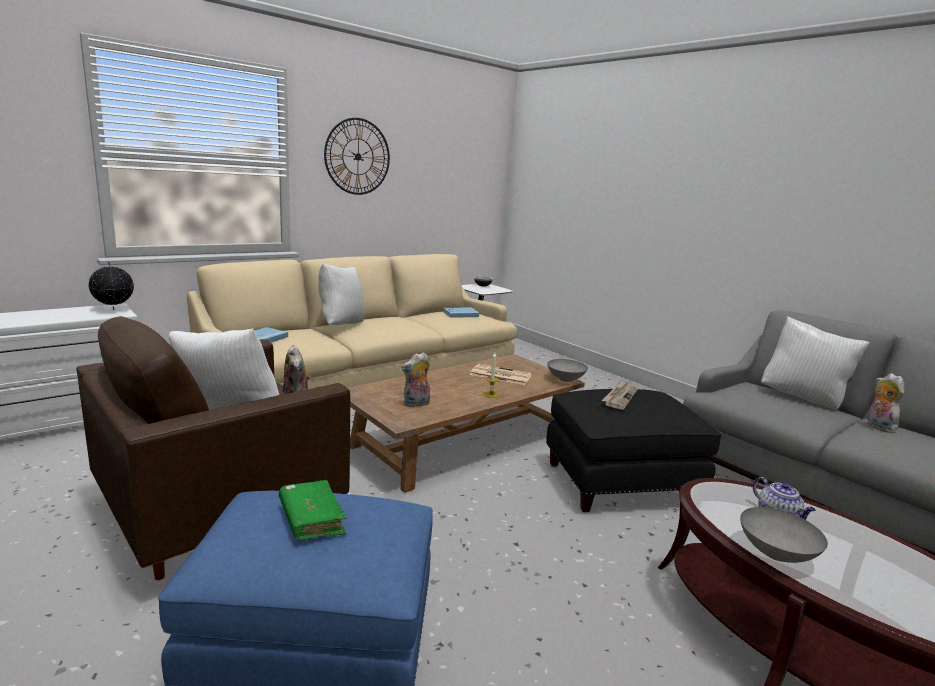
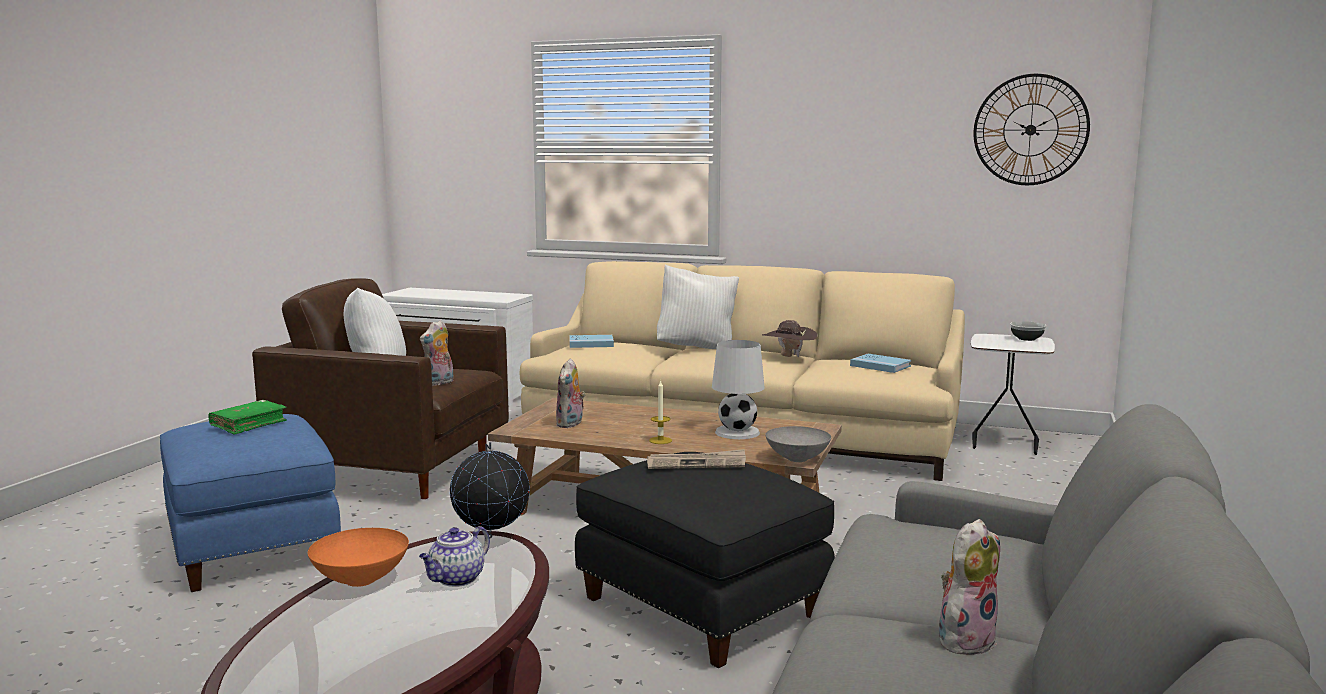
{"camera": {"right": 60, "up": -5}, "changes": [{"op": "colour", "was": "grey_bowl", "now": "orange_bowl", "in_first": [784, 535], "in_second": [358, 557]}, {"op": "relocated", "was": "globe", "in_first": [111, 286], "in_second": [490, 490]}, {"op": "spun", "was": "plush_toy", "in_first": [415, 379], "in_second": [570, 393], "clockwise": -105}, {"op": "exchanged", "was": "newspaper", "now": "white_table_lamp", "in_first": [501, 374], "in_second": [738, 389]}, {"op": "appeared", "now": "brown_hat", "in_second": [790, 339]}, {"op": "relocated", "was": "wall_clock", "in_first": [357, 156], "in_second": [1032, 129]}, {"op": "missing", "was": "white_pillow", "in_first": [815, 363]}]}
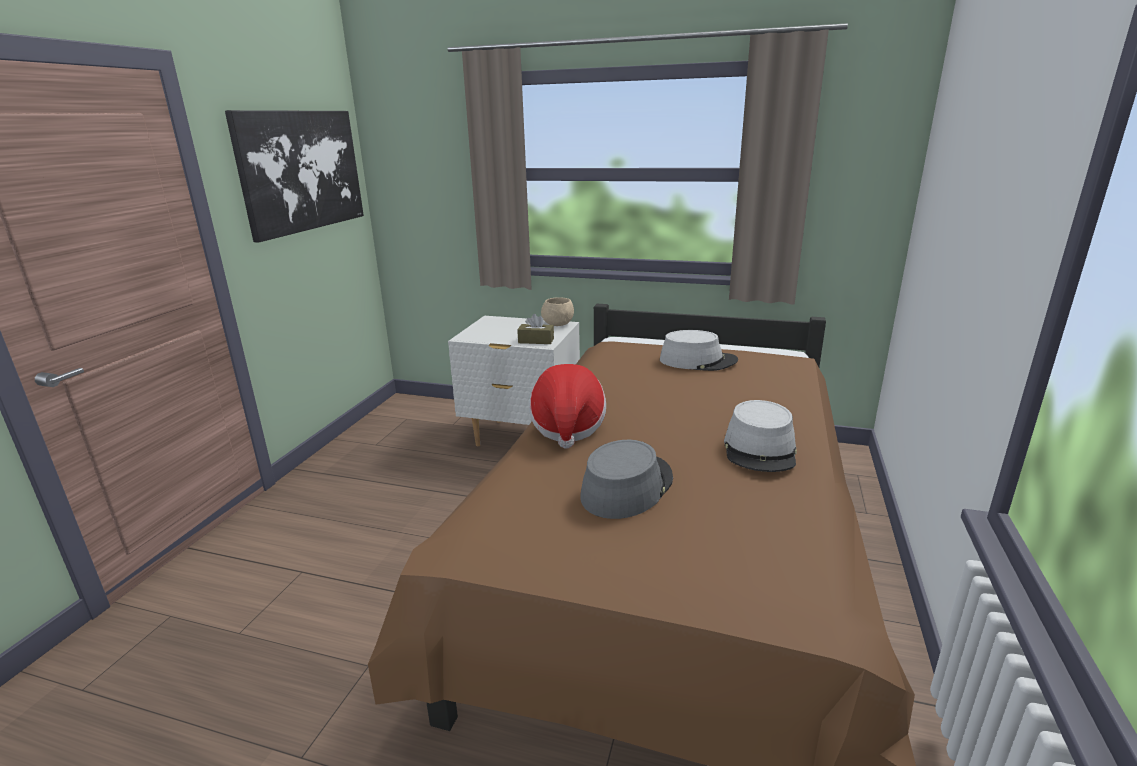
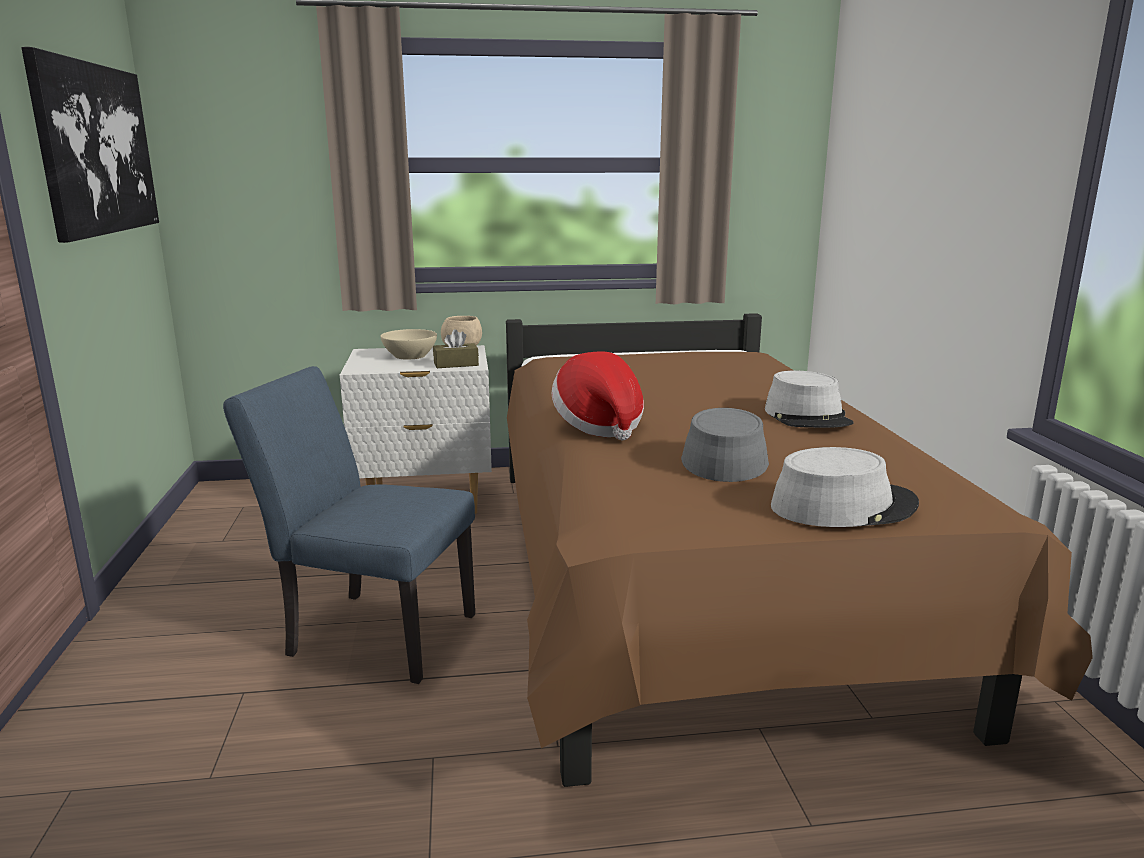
{"camera": {"right": -25, "up": -5}, "changes": [{"op": "appeared", "now": "blue_chair", "in_second": [349, 525]}, {"op": "appeared", "now": "beige_bowl", "in_second": [409, 344]}, {"op": "relocated", "was": "grey_hat", "in_first": [699, 350], "in_second": [845, 487]}]}
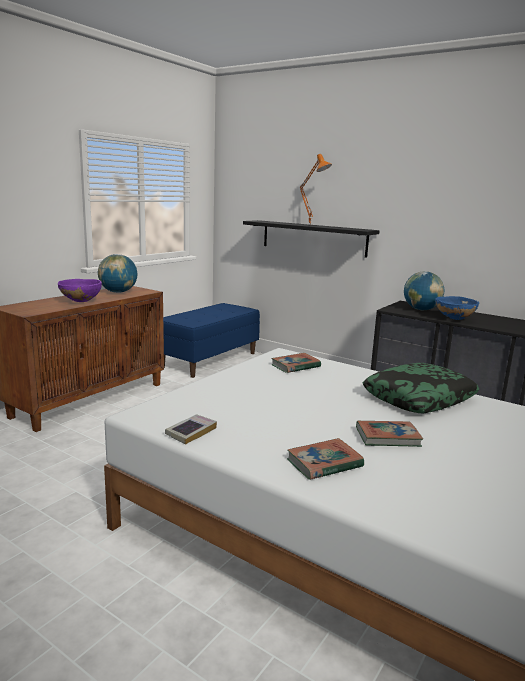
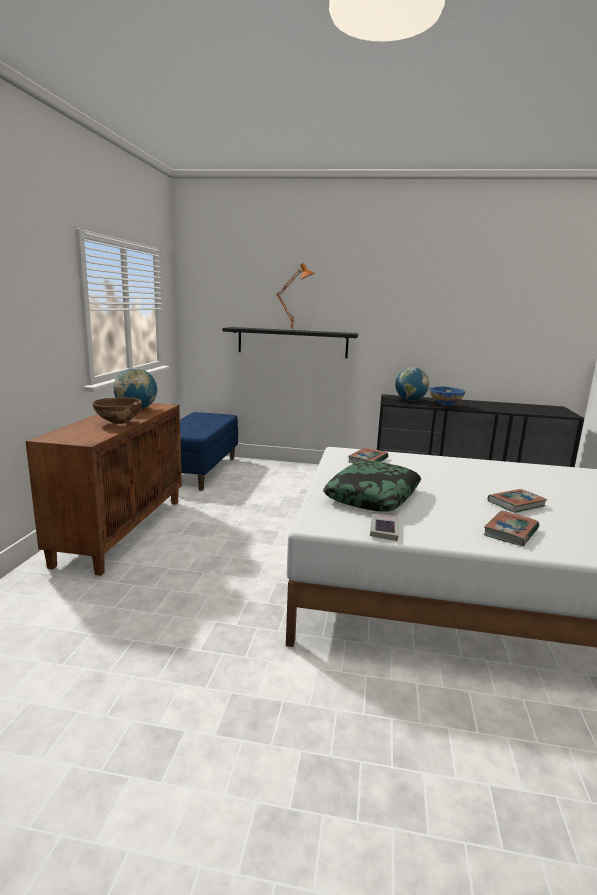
{"camera": {"right": -25, "up": 0}, "changes": [{"op": "colour", "was": "purple_bowl", "now": "brown_bowl", "in_first": [80, 290], "in_second": [117, 410]}, {"op": "relocated", "was": "pillow", "in_first": [421, 388], "in_second": [372, 486]}]}
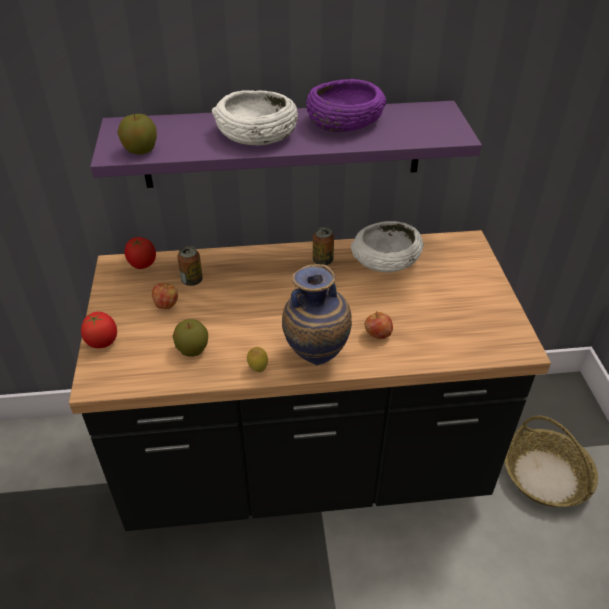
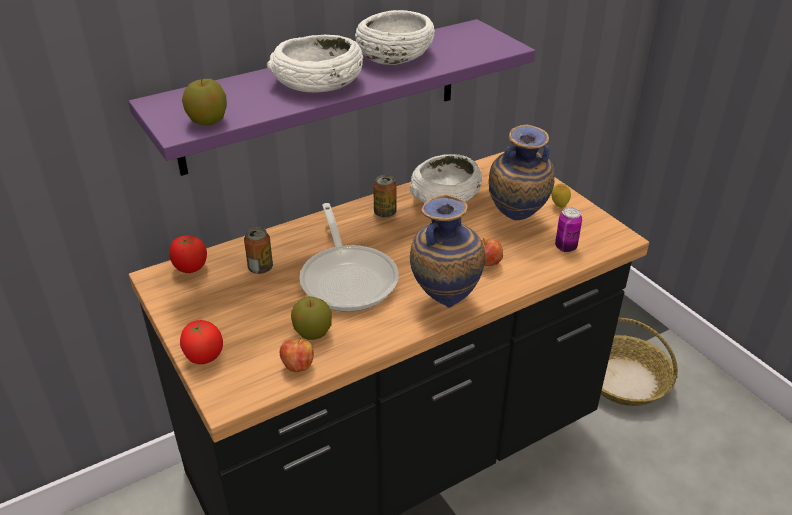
{"camera": {"right": -25, "up": -5}, "changes": [{"op": "relocated", "was": "apple", "in_first": [165, 296], "in_second": [297, 354]}, {"op": "appeared", "now": "frying_pan", "in_second": [349, 257]}, {"op": "colour", "was": "purple_bowl", "now": "white_bowl", "in_first": [346, 105], "in_second": [395, 37]}, {"op": "appeared", "now": "vase", "in_second": [521, 172]}, {"op": "relocated", "was": "lemon", "in_first": [257, 359], "in_second": [561, 196]}, {"op": "appeared", "now": "can", "in_second": [568, 229]}]}
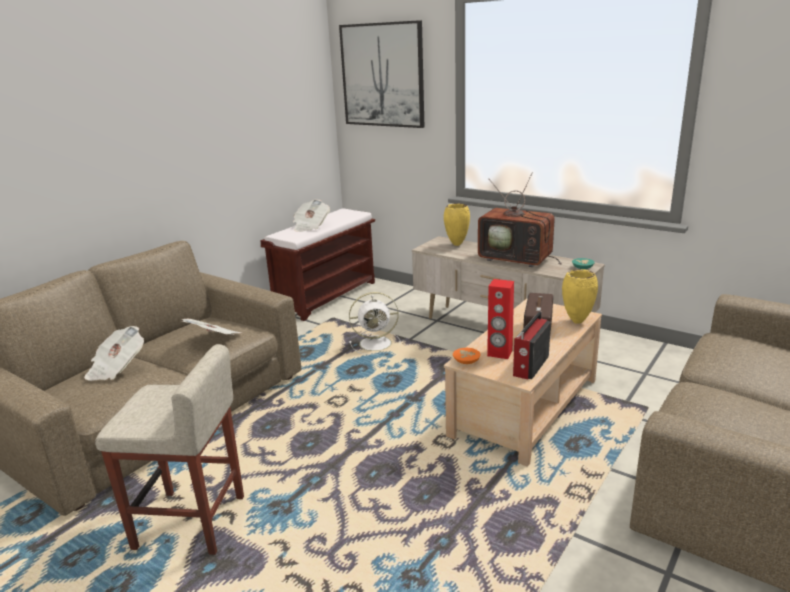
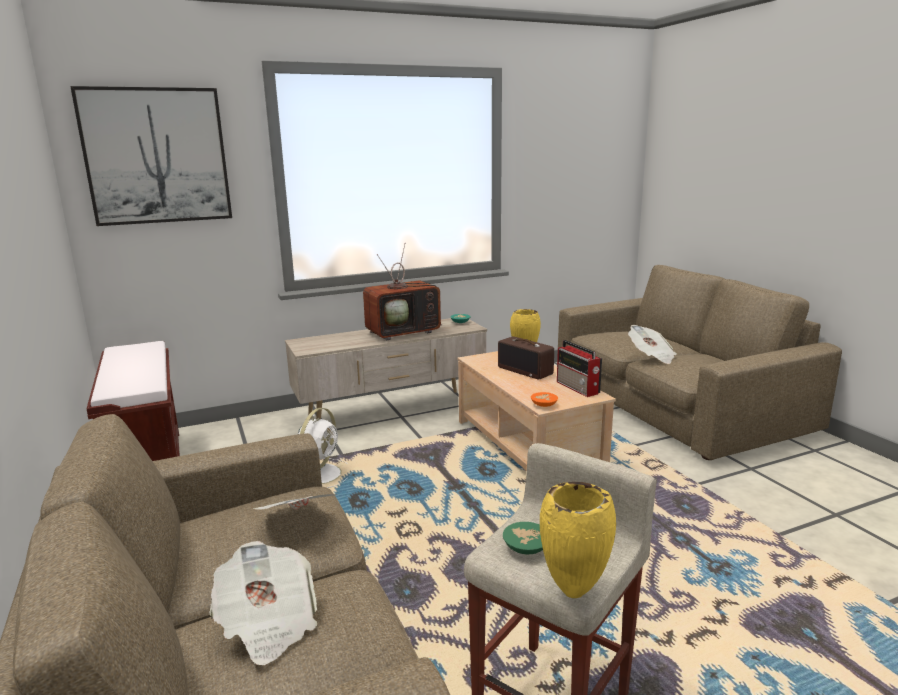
{"camera": {"right": -60, "up": -5}, "changes": [{"op": "appeared", "now": "green_bowl", "in_second": [523, 538]}, {"op": "relocated", "was": "yellow_vase", "in_first": [457, 224], "in_second": [578, 540]}, {"op": "relocated", "was": "newspaper", "in_first": [311, 215], "in_second": [652, 344]}, {"op": "missing", "was": "red_speaker", "in_first": [500, 319]}]}
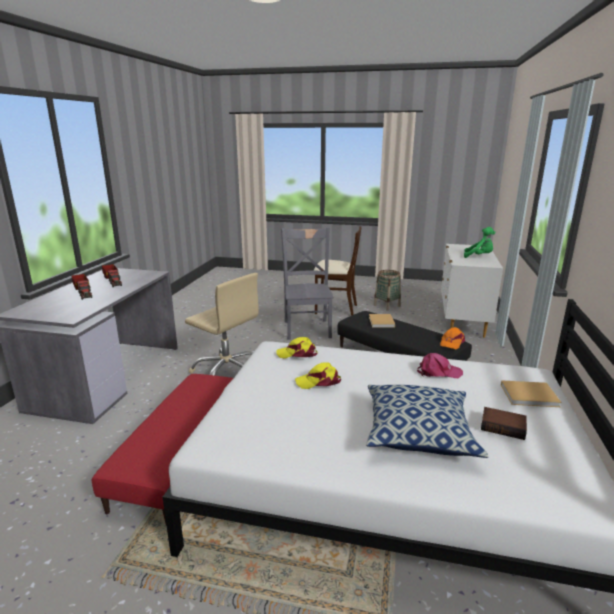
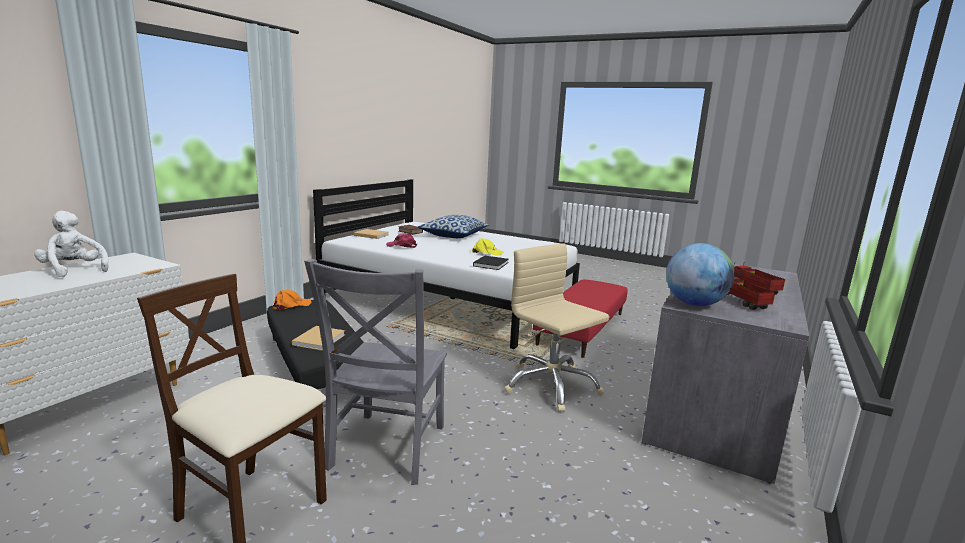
{"camera": {"right": -165, "up": -5}, "changes": [{"op": "colour", "was": "green_plush_toy", "now": "white_plush_toy", "in_first": [480, 242], "in_second": [71, 244]}, {"op": "exchanged", "was": "yellow_cap", "now": "black_book", "in_first": [297, 348], "in_second": [491, 263]}, {"op": "appeared", "now": "globe", "in_second": [700, 274]}, {"op": "missing", "was": "basket", "in_first": [387, 290]}]}
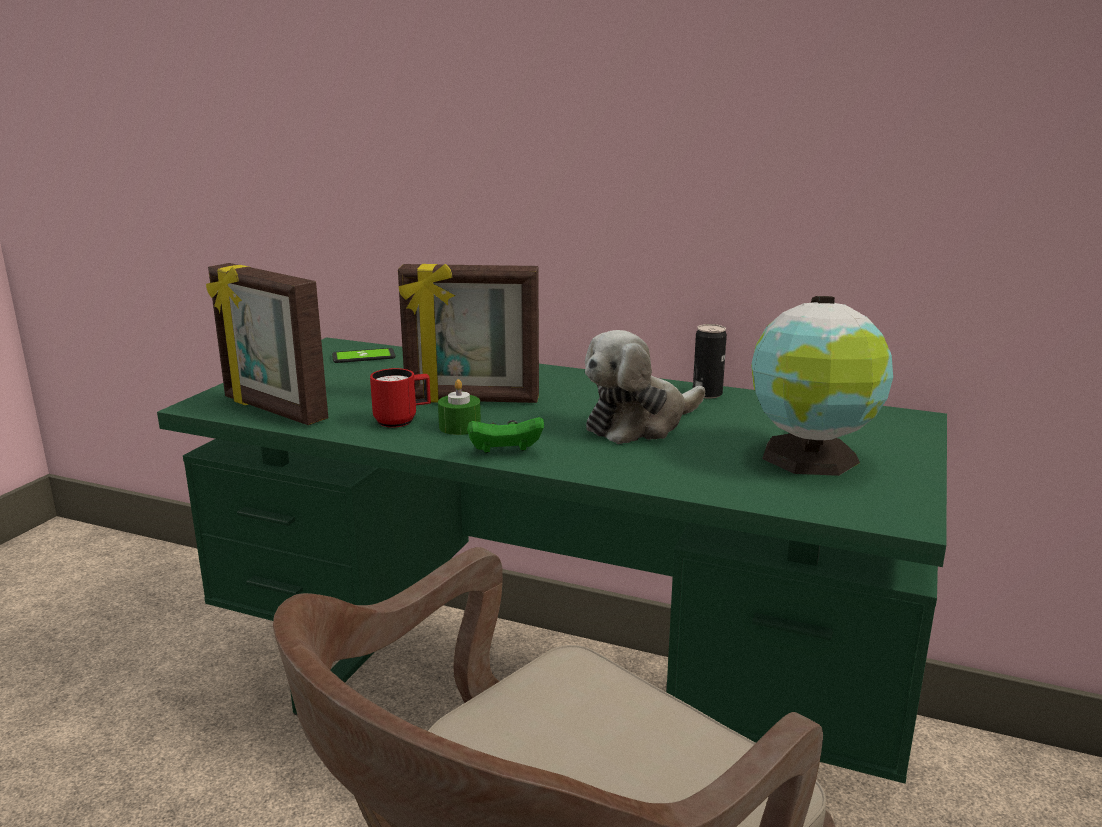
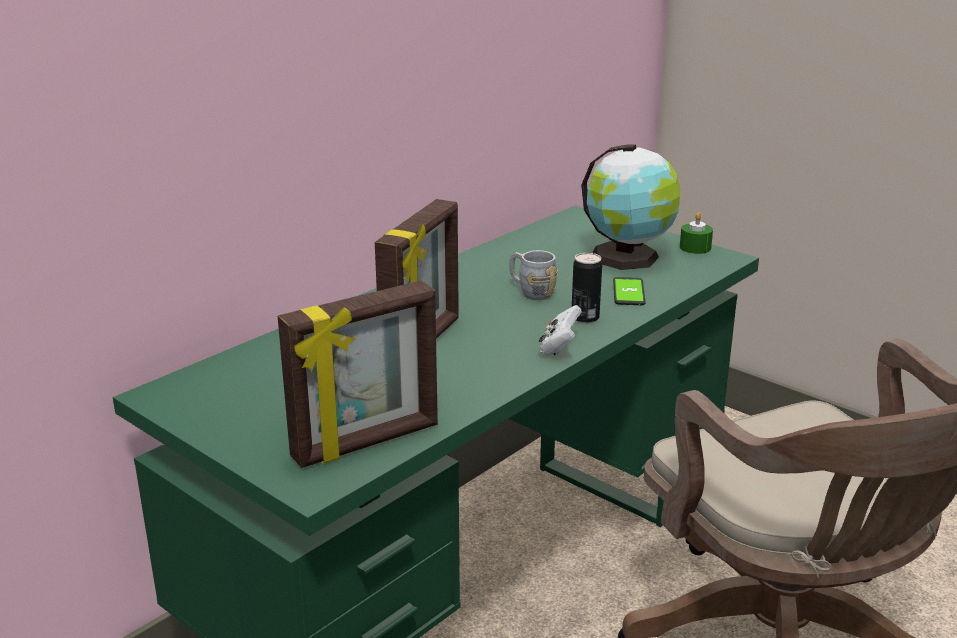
{"camera": {"right": -70, "up": 5}, "changes": [{"op": "exchanged", "was": "plush_toy", "now": "grey_mug", "in_first": [645, 387], "in_second": [533, 275]}, {"op": "colour", "was": "green_game_controller", "now": "white_game_controller", "in_first": [505, 435], "in_second": [560, 330]}, {"op": "relocated", "was": "can", "in_first": [710, 361], "in_second": [587, 288]}, {"op": "relocated", "was": "phone", "in_first": [364, 355], "in_second": [629, 291]}, {"op": "relocated", "was": "green_candle", "in_first": [459, 407], "in_second": [696, 233]}, {"op": "missing", "was": "red_mug", "in_first": [400, 398]}]}
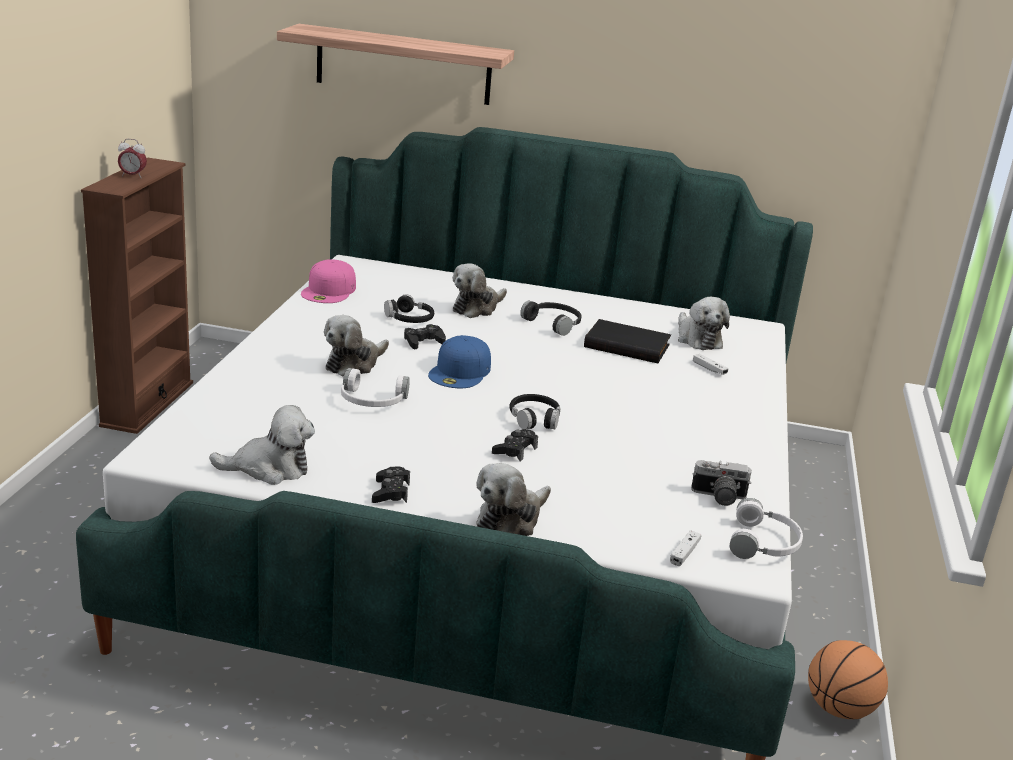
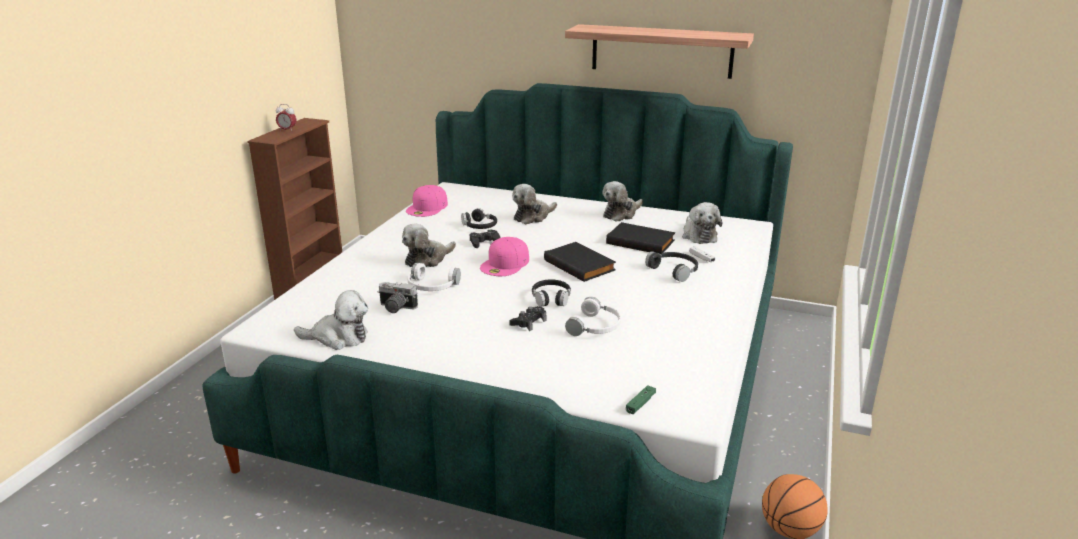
{"camera": {"right": 10, "up": 0}, "changes": [{"op": "relocated", "was": "photo_camera", "in_first": [721, 483], "in_second": [397, 297]}, {"op": "colour", "was": "blue_cap", "now": "pink_cap", "in_first": [459, 361], "in_second": [504, 256]}, {"op": "appeared", "now": "black_book", "in_second": [580, 262]}, {"op": "relocated", "was": "shelf", "in_first": [395, 64], "in_second": [659, 51]}, {"op": "relocated", "was": "white_headphones", "in_first": [766, 528], "in_second": [593, 316]}, {"op": "relocated", "was": "plush_toy", "in_first": [513, 499], "in_second": [622, 201]}, {"op": "colour", "was": "white_game_controller", "now": "green_game_controller", "in_first": [685, 548], "in_second": [641, 399]}, {"op": "relocated", "was": "black_headphones", "in_first": [550, 318], "in_second": [671, 266]}, {"op": "missing", "was": "black_game_controller", "in_first": [391, 484]}]}
